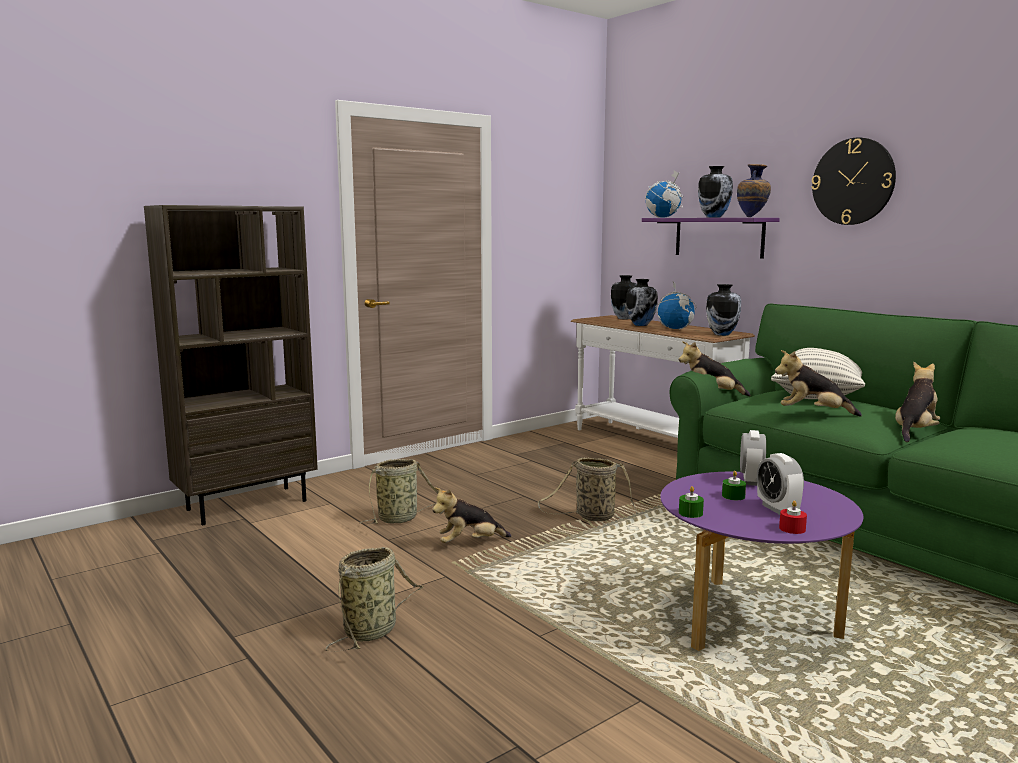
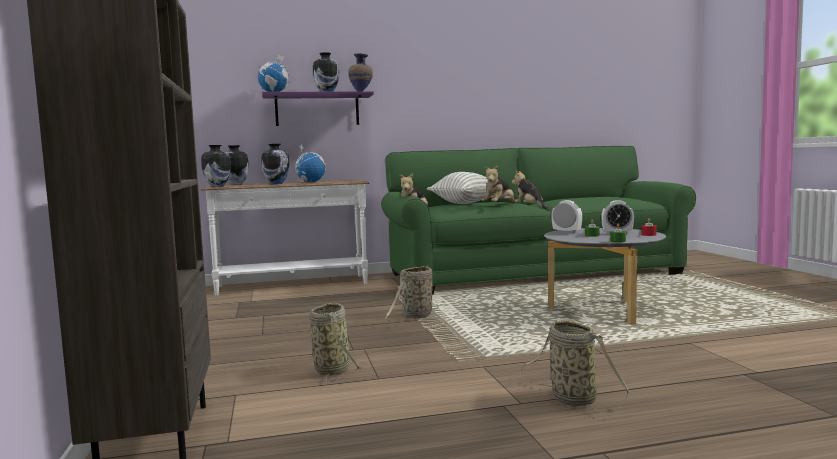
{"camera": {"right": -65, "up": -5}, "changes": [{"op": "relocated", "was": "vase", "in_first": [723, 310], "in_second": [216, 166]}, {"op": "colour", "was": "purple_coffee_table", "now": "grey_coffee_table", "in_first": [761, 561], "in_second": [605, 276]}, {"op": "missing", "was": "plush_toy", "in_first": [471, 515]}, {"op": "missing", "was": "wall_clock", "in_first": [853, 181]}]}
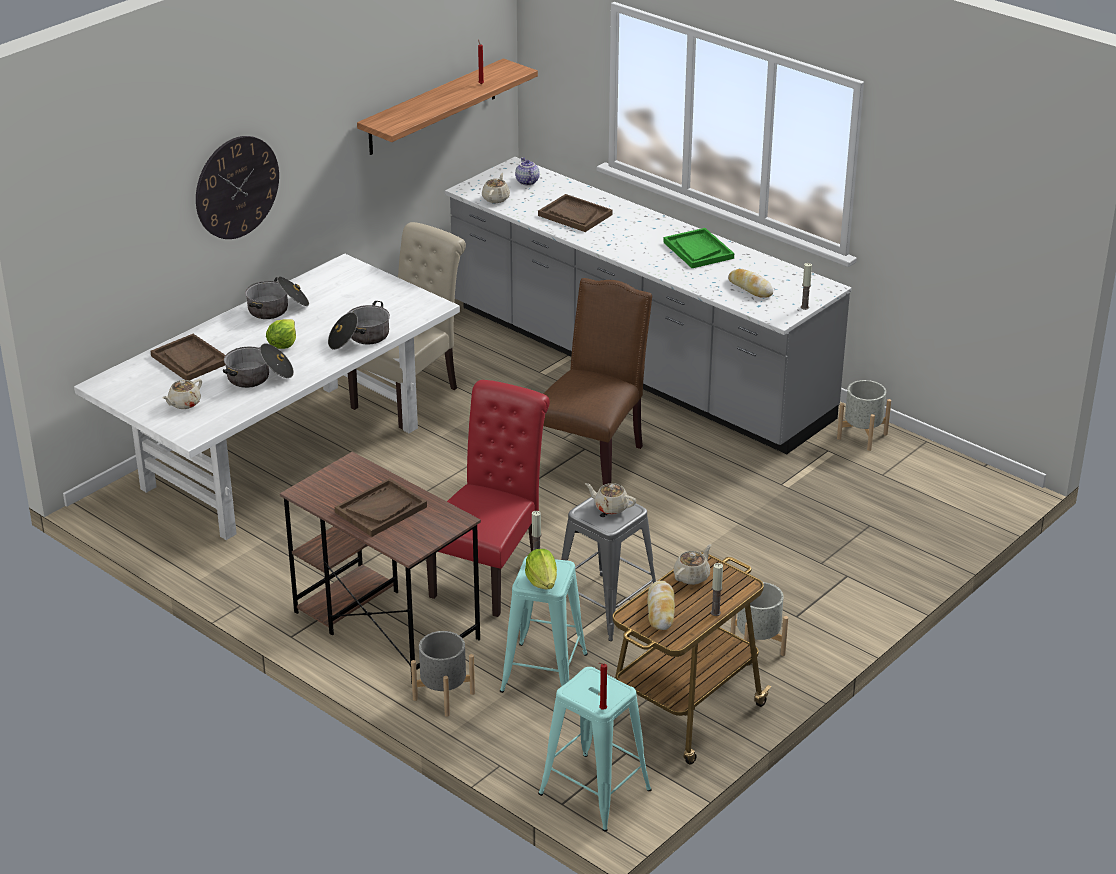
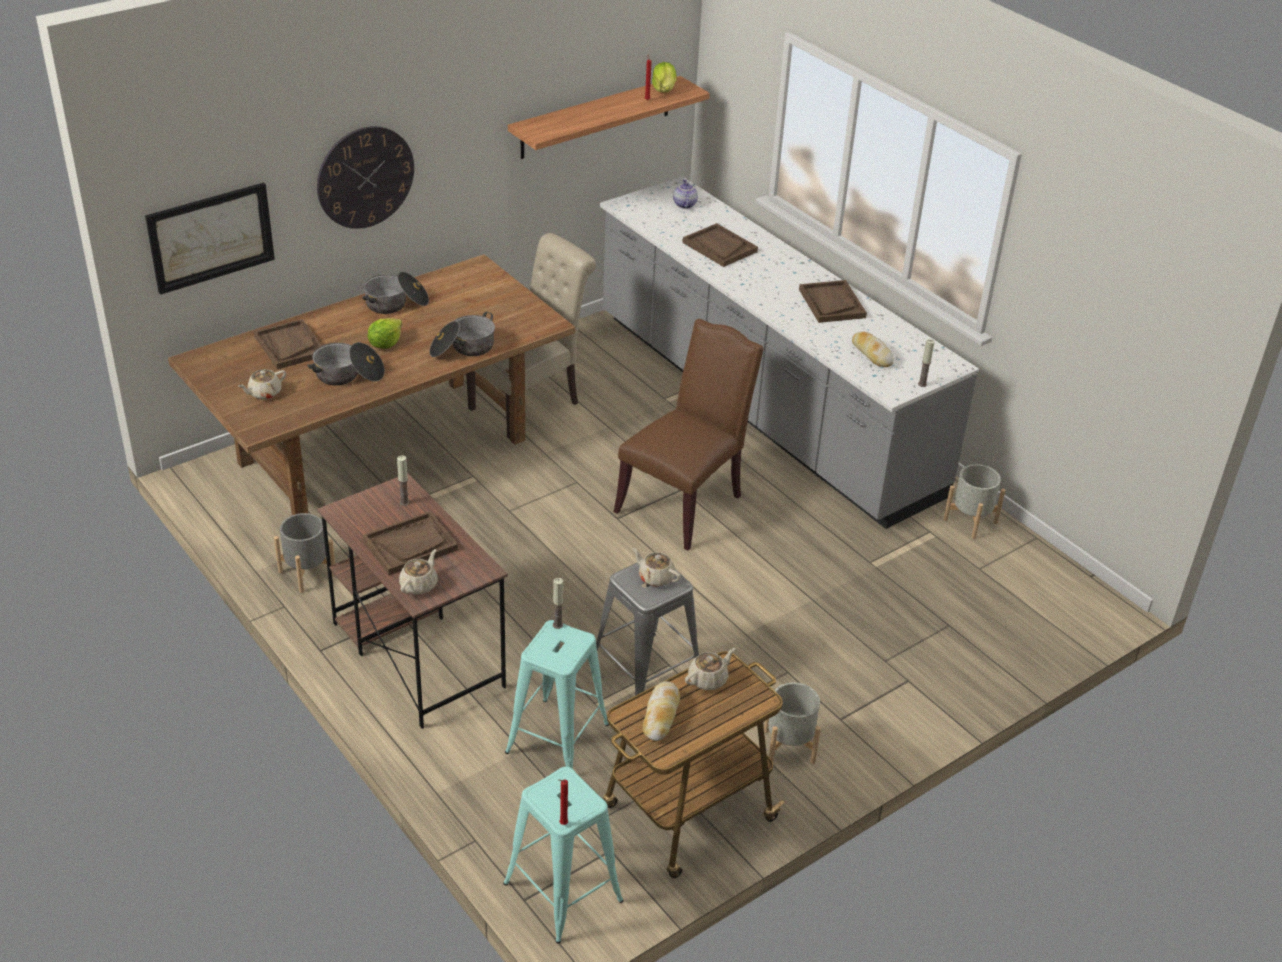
{"camera": {"right": 10, "up": 5}, "changes": [{"op": "appeared", "now": "picture", "in_second": [210, 239]}, {"op": "colour", "was": "white_dining_table", "now": "brown_dining_table", "in_first": [267, 397], "in_second": [371, 384]}, {"op": "relocated", "was": "grey_planter", "in_first": [443, 674], "in_second": [304, 553]}, {"op": "relocated", "was": "candle", "in_first": [717, 589], "in_second": [403, 480]}, {"op": "relocated", "was": "beige_teapot", "in_first": [496, 188], "in_second": [418, 572]}, {"op": "relocated", "was": "lettuce", "in_first": [541, 569], "in_second": [664, 77]}, {"op": "colour", "was": "green_tray", "now": "brown_tray", "in_first": [698, 248], "in_second": [833, 301]}, {"op": "missing", "was": "red_chair", "in_first": [488, 498]}]}
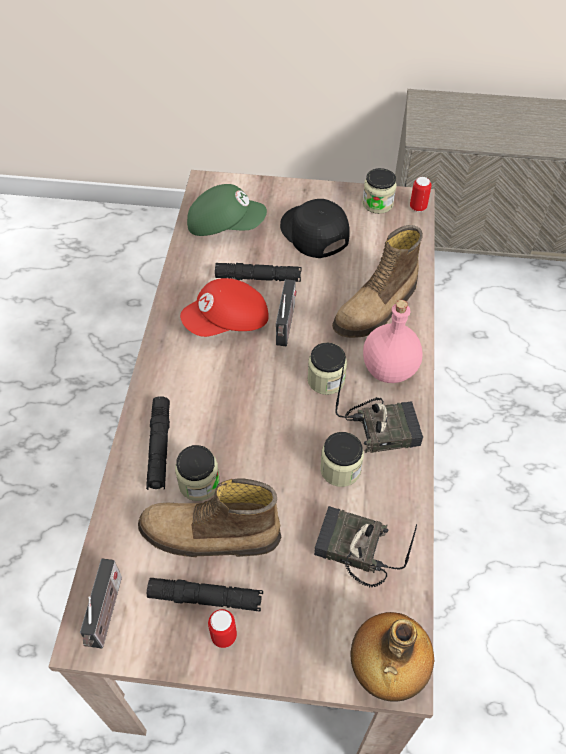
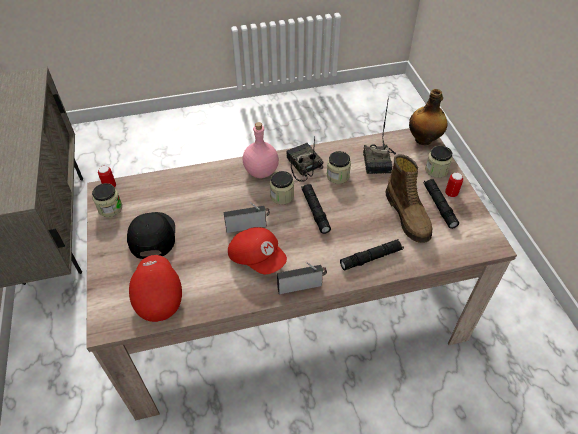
{"camera": {"right": -110, "up": -5}, "changes": [{"op": "spun", "was": "black_cap", "in_first": [315, 228], "in_second": [151, 235], "clockwise": 135}, {"op": "colour", "was": "green_cap", "now": "red_cap", "in_first": [227, 210], "in_second": [155, 288]}, {"op": "relocated", "was": "radio", "in_first": [101, 603], "in_second": [302, 278]}, {"op": "relocated", "was": "black_flashlight", "in_first": [258, 272], "in_second": [316, 209]}, {"op": "relocated", "was": "jar", "in_first": [197, 473], "in_second": [438, 162]}, {"op": "missing", "was": "boot", "in_first": [377, 281]}]}
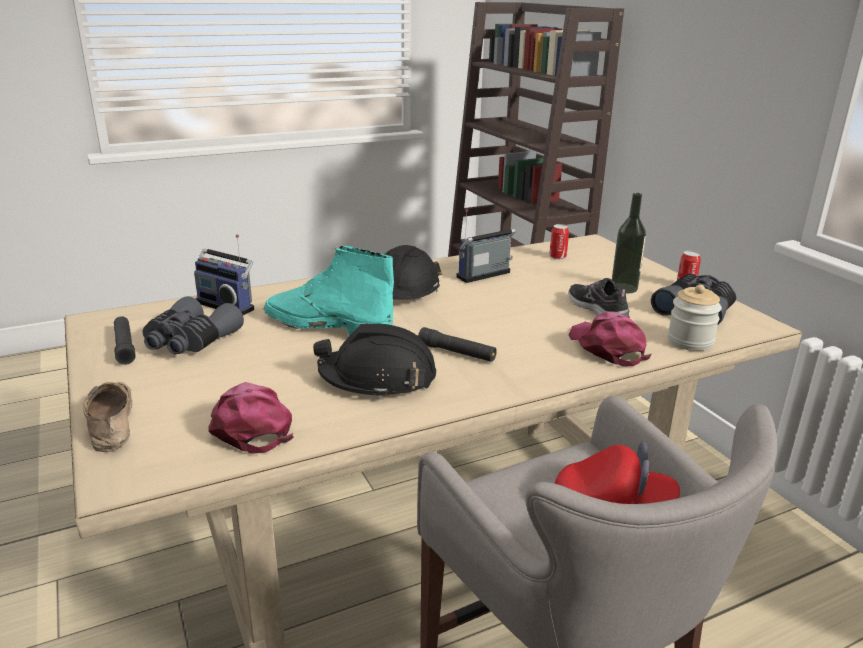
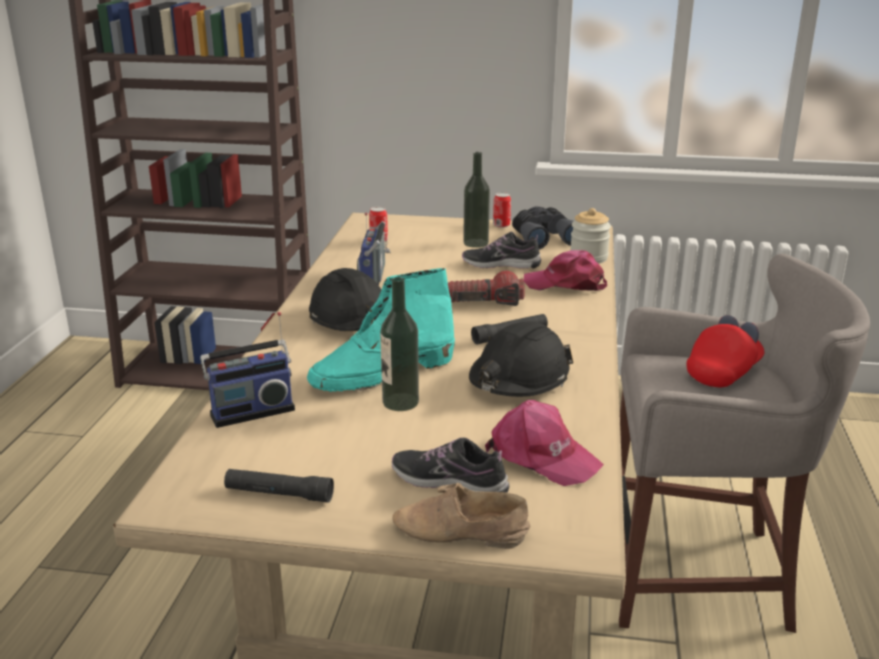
{"camera": {"right": -55, "up": 0}, "changes": [{"op": "appeared", "now": "bottle", "in_second": [399, 344]}, {"op": "appeared", "now": "shoe", "in_second": [450, 465]}, {"op": "appeared", "now": "flashlight", "in_second": [486, 288]}, {"op": "spun", "was": "pink_cap", "in_first": [251, 418], "in_second": [544, 443], "clockwise": -150}, {"op": "missing", "was": "grey_binoculars", "in_first": [193, 325]}]}
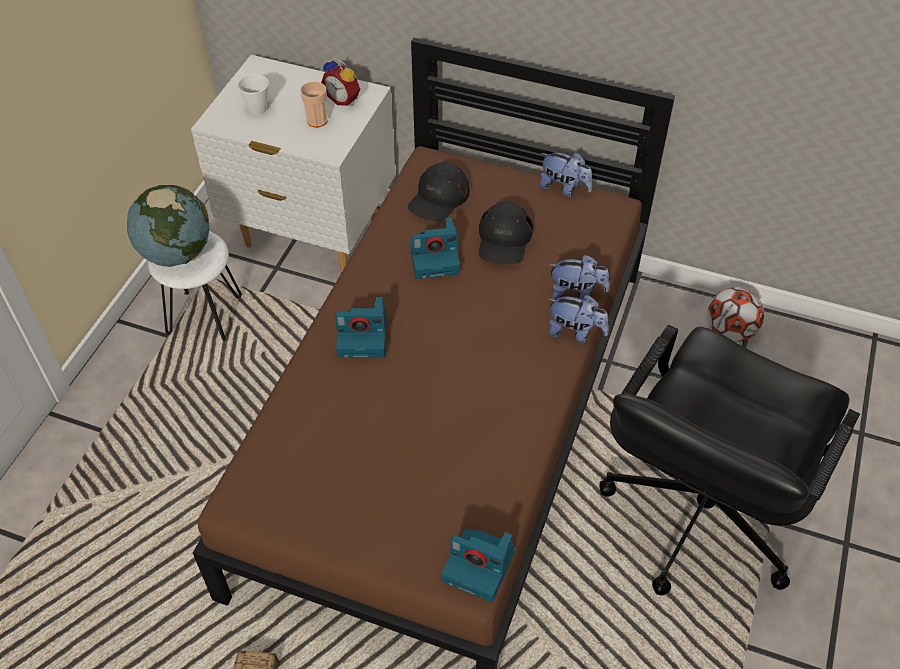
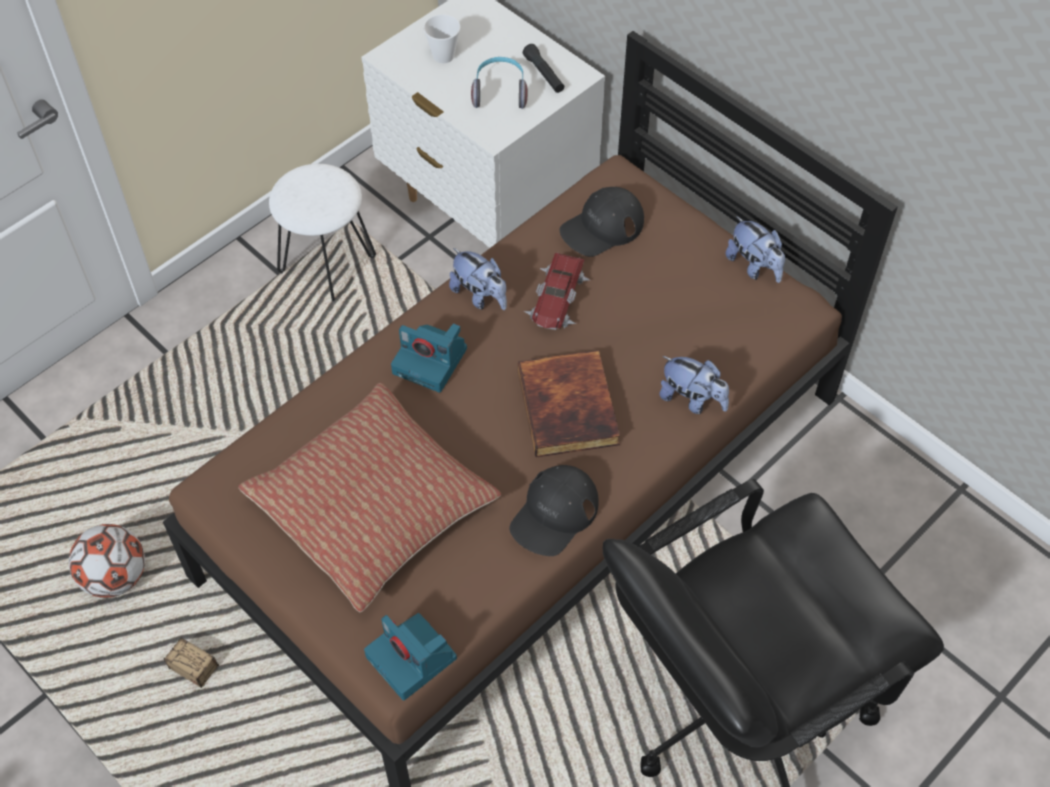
{"camera": {"right": 25, "up": 5}, "changes": [{"op": "relocated", "was": "football", "in_first": [735, 314], "in_second": [107, 561]}, {"op": "appeared", "now": "pillow", "in_second": [369, 497]}, {"op": "relocated", "was": "plush_toy", "in_first": [578, 319], "in_second": [478, 279]}, {"op": "exchanged", "was": "cup", "now": "headphones", "in_first": [314, 104], "in_second": [499, 83]}, {"op": "relocated", "was": "black_cap", "in_first": [506, 232], "in_second": [554, 510]}, {"op": "appeared", "now": "book", "in_second": [569, 403]}, {"op": "exchanged", "was": "alarm_clock", "now": "black_flashlight", "in_first": [340, 81], "in_second": [543, 68]}, {"op": "exchanged", "was": "photo_camera", "now": "toy_car", "in_first": [435, 248], "in_second": [557, 291]}, {"op": "missing", "was": "globe", "in_first": [168, 226]}]}
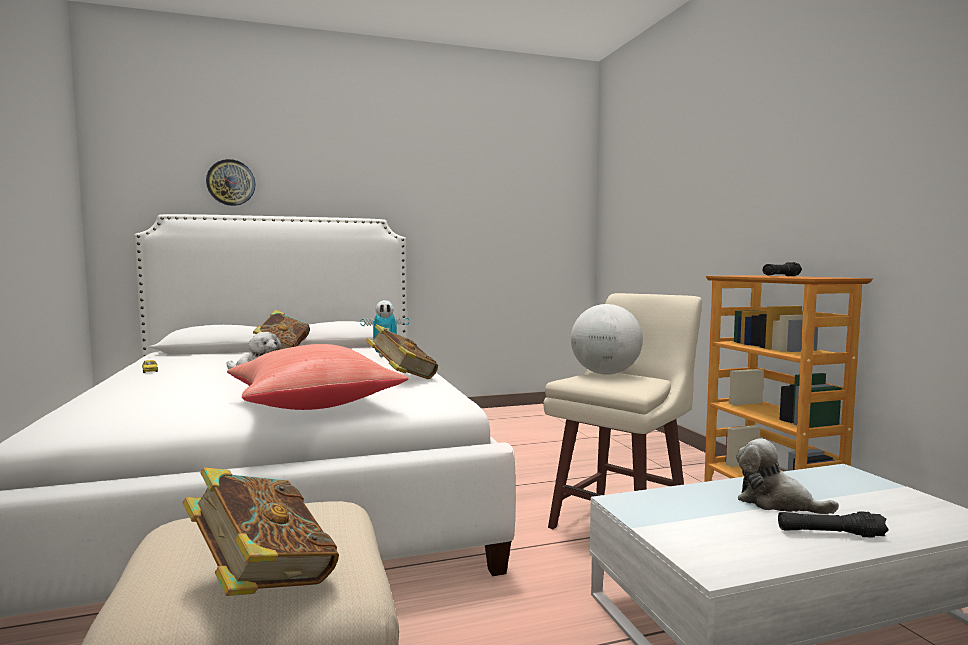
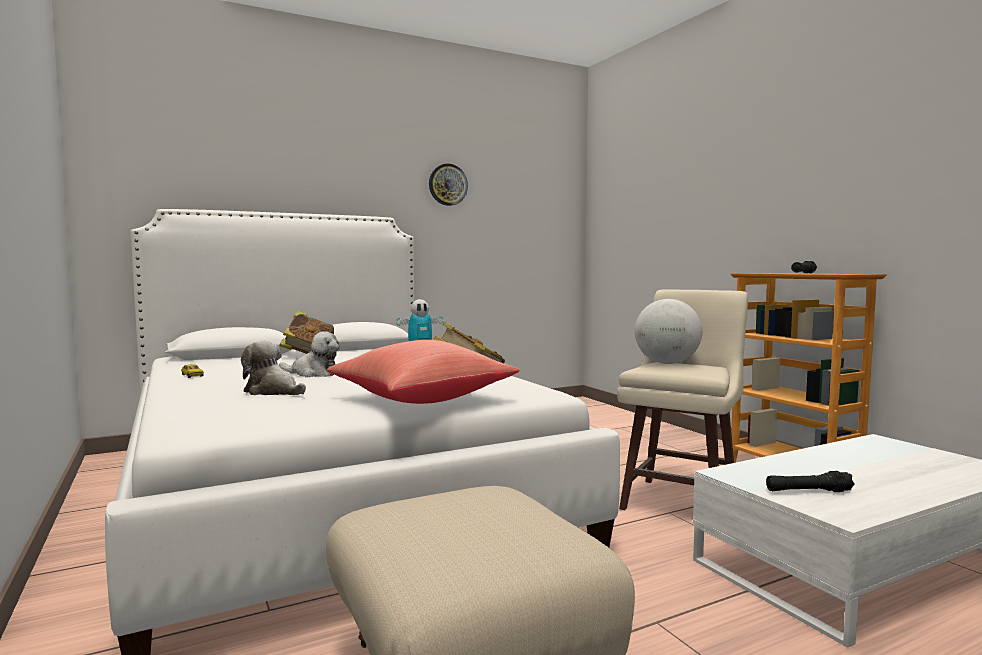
{"camera": {"right": -10, "up": 0}, "changes": [{"op": "relocated", "was": "plush_toy", "in_first": [787, 476], "in_second": [273, 368]}, {"op": "relocated", "was": "wall_clock", "in_first": [230, 182], "in_second": [448, 185]}, {"op": "relocated", "was": "black_flashlight", "in_first": [833, 524], "in_second": [810, 481]}, {"op": "missing", "was": "book", "in_first": [260, 531]}]}
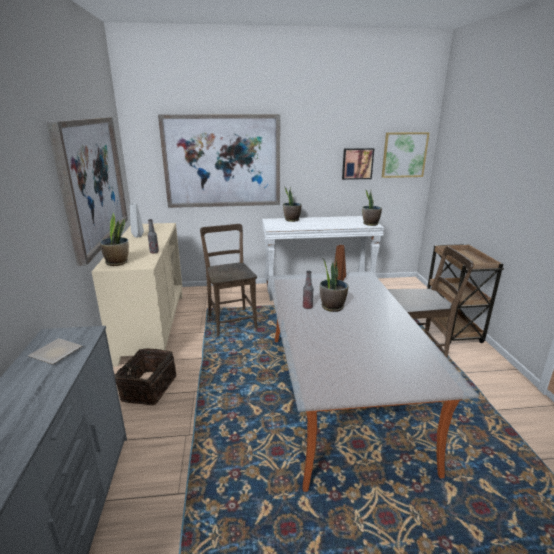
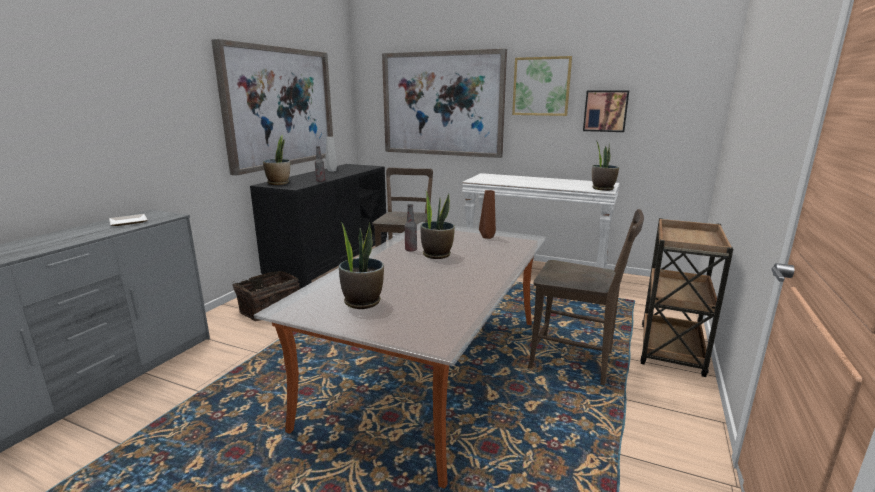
{"camera": {"right": 30, "up": -5}, "changes": [{"op": "colour", "was": "beige_cabinet", "now": "black_cabinet", "in_first": [137, 295], "in_second": [318, 226]}, {"op": "relocated", "was": "potted_plant", "in_first": [292, 204], "in_second": [361, 264]}, {"op": "relocated", "was": "picture", "in_first": [406, 155], "in_second": [542, 86]}]}
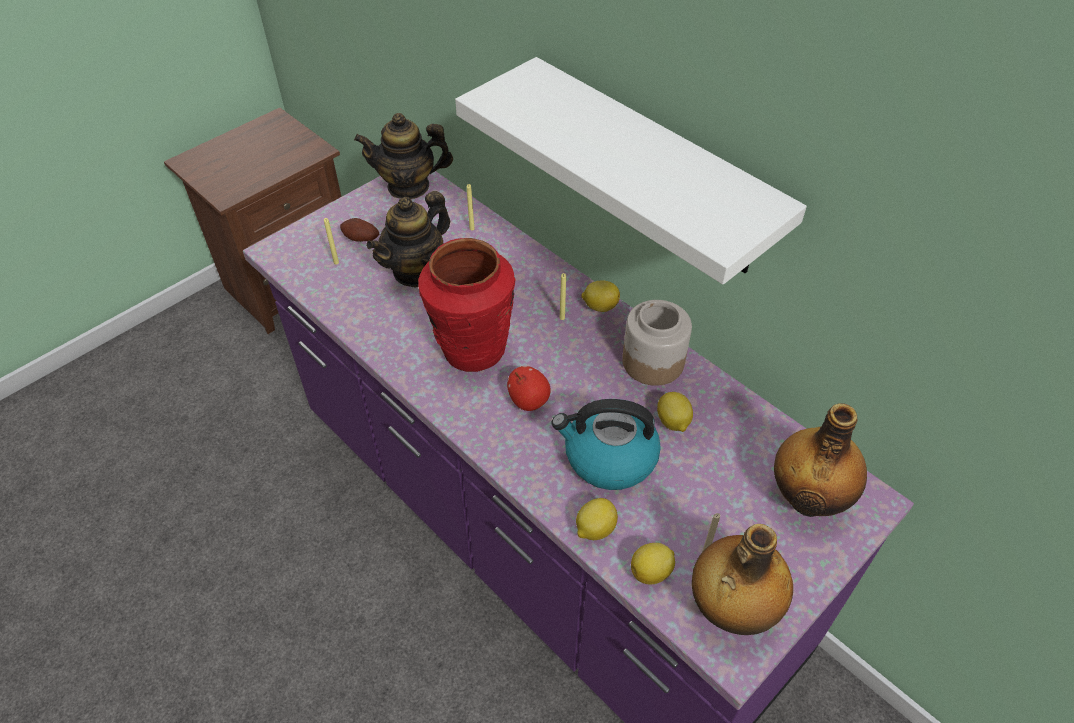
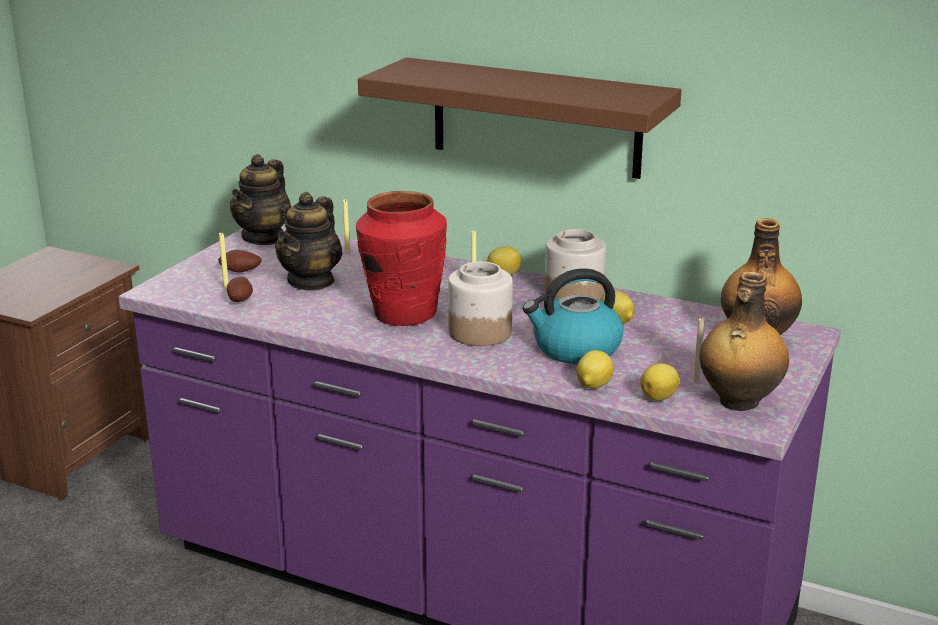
{"camera": {"right": -20, "up": -25}, "changes": [{"op": "appeared", "now": "potato", "in_second": [240, 289]}, {"op": "spun", "was": "teapot", "in_first": [403, 156], "in_second": [260, 199], "clockwise": -45}, {"op": "colour", "was": "white_shelf", "now": "brown_shelf", "in_first": [631, 171], "in_second": [519, 118]}, {"op": "exchanged", "was": "apple", "now": "jar", "in_first": [529, 388], "in_second": [480, 303]}]}
